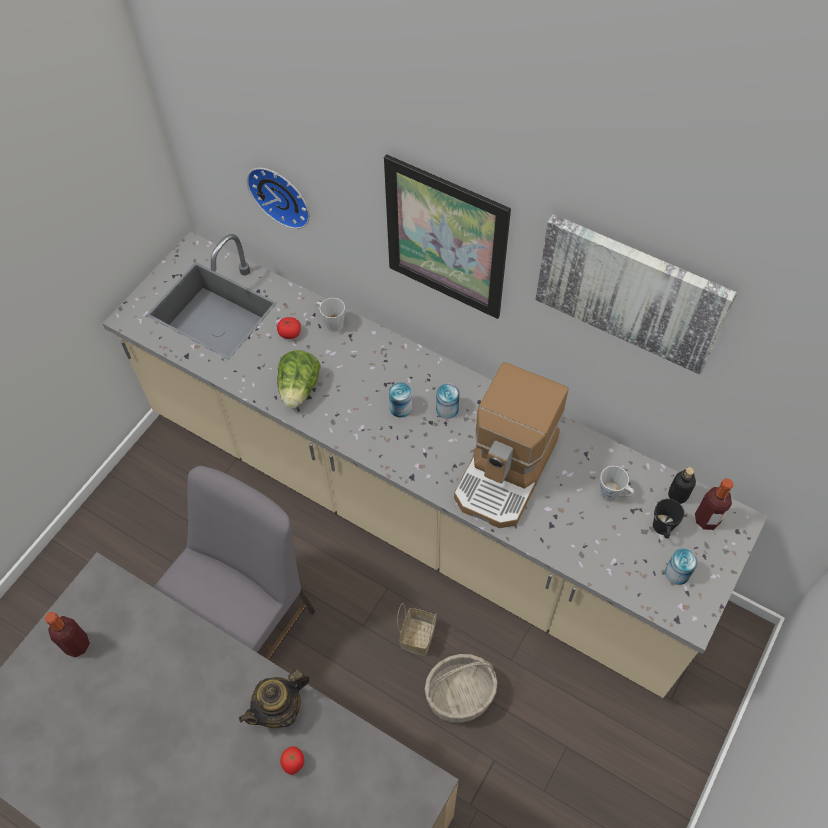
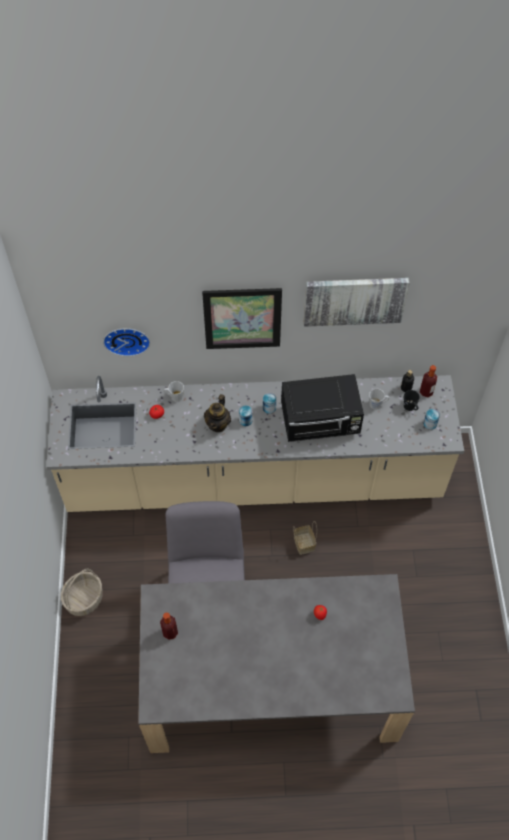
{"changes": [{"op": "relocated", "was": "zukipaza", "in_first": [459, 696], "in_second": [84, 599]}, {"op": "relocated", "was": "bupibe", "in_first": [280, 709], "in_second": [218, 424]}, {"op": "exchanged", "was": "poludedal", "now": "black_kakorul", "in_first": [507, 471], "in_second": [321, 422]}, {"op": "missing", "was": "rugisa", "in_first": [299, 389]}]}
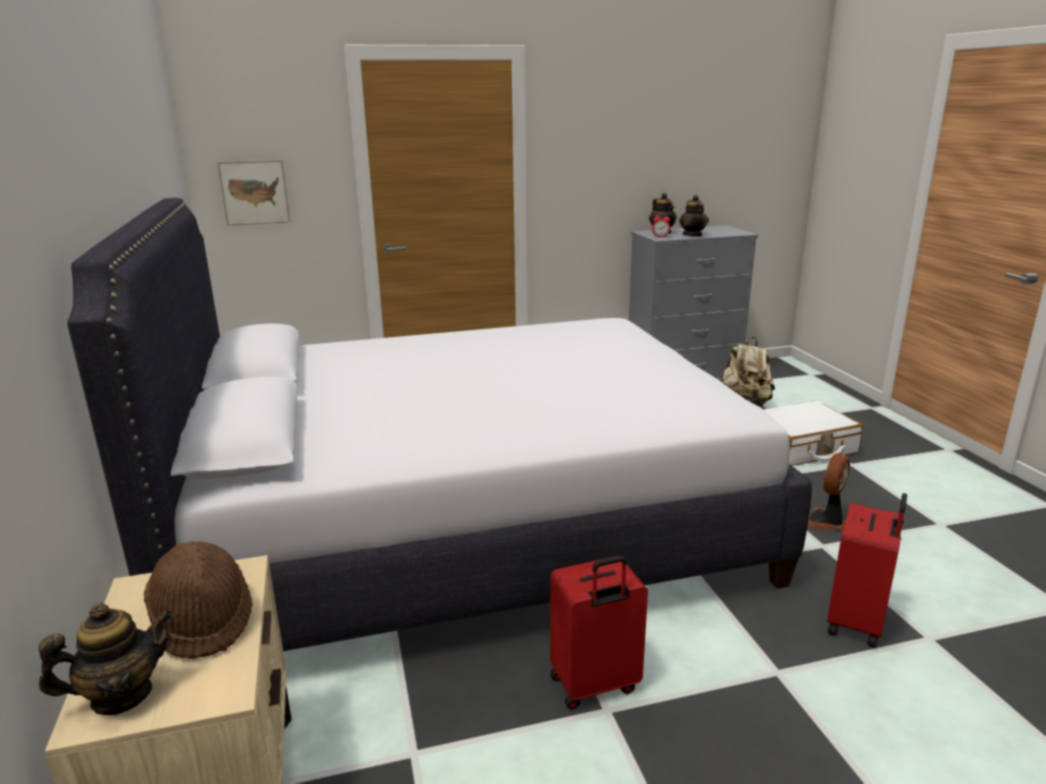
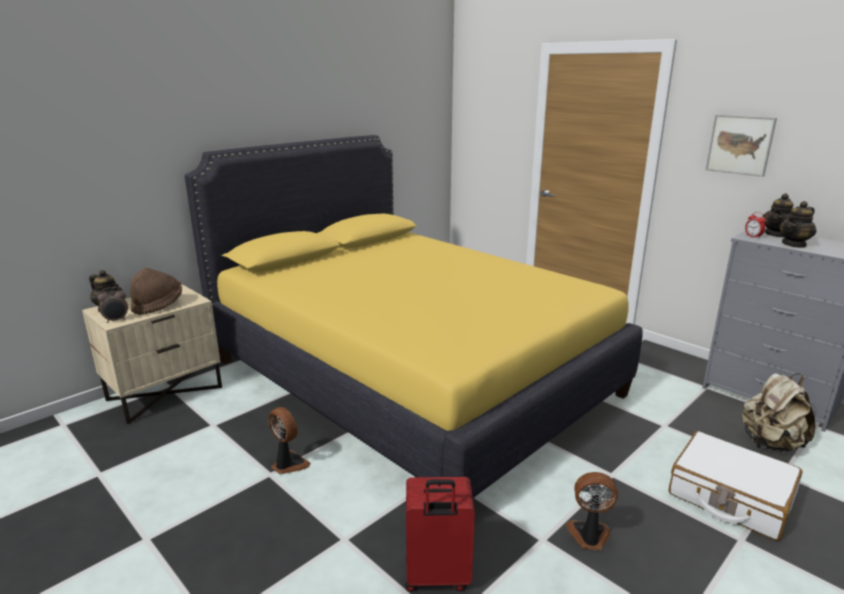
{"changes": [{"op": "appeared", "now": "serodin", "in_second": [116, 320]}, {"op": "colour", "was": "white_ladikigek", "now": "yellow_ladikigek", "in_first": [468, 526], "in_second": [410, 377]}, {"op": "exchanged", "was": "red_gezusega", "now": "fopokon", "in_first": [595, 685], "in_second": [288, 464]}, {"op": "relocated", "was": "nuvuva", "in_first": [254, 192], "in_second": [739, 145]}]}
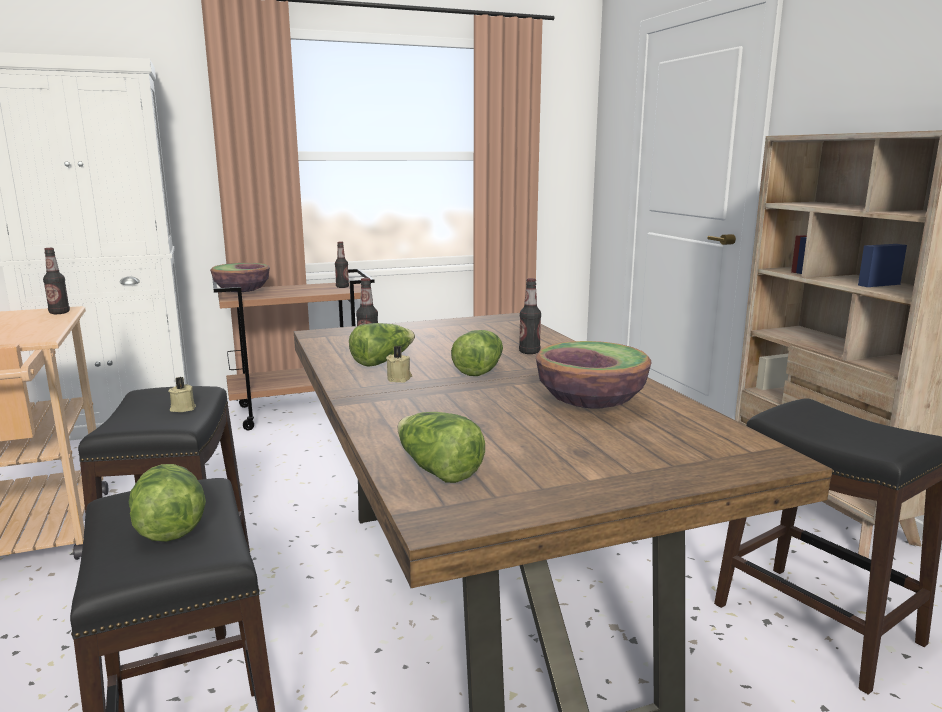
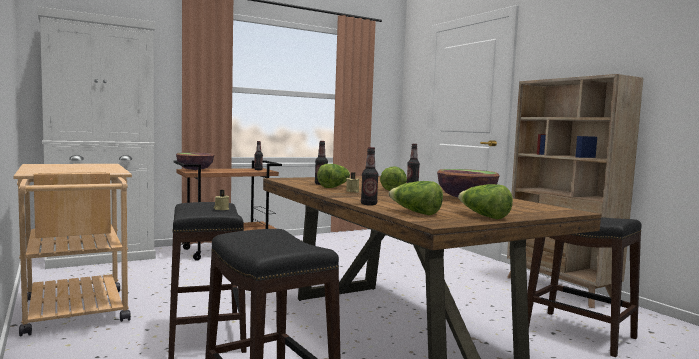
{"changes": [{"op": "relocated", "was": "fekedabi", "in_first": [59, 313], "in_second": [368, 204]}, {"op": "relocated", "was": "rugisa", "in_first": [168, 524], "in_second": [483, 216]}]}
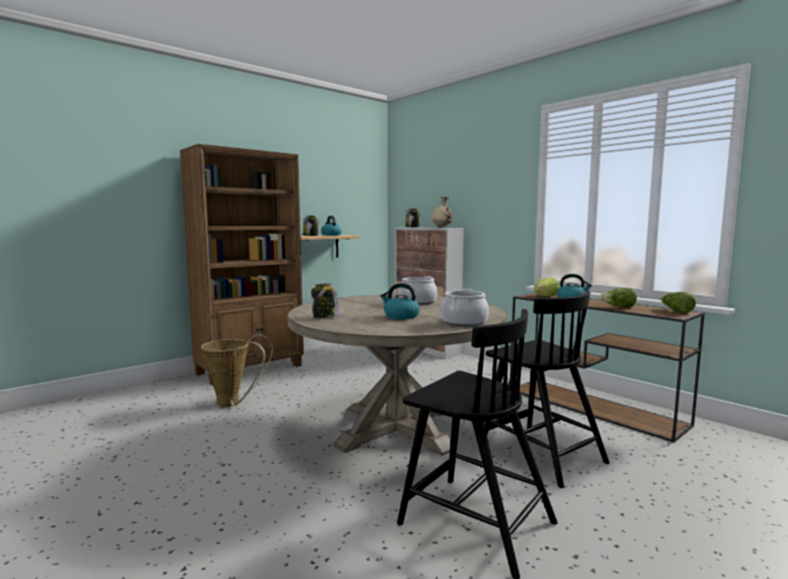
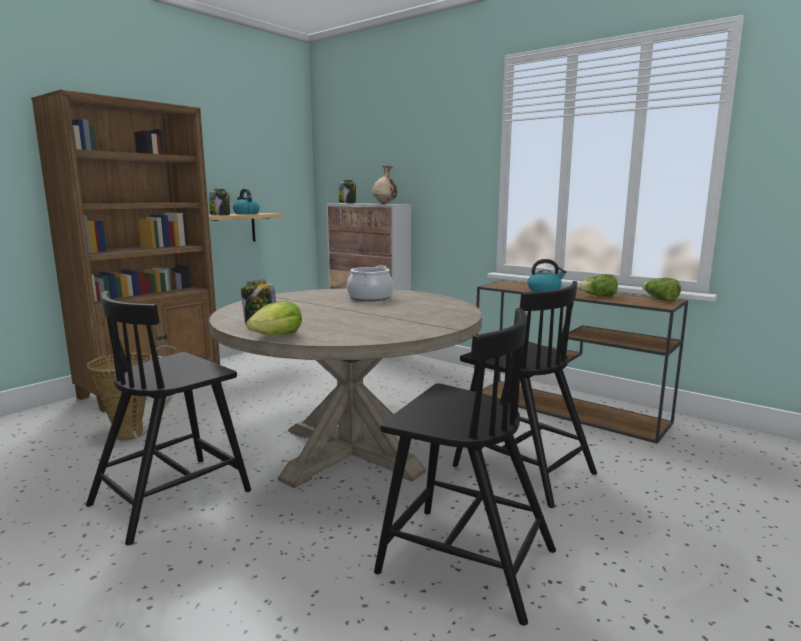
{"changes": [{"op": "appeared", "now": "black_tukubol", "in_second": [173, 496]}, {"op": "relocated", "was": "rugisa", "in_first": [545, 296], "in_second": [277, 336]}, {"op": "missing", "was": "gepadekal", "in_first": [400, 316]}, {"op": "missing", "was": "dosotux", "in_first": [464, 322]}]}
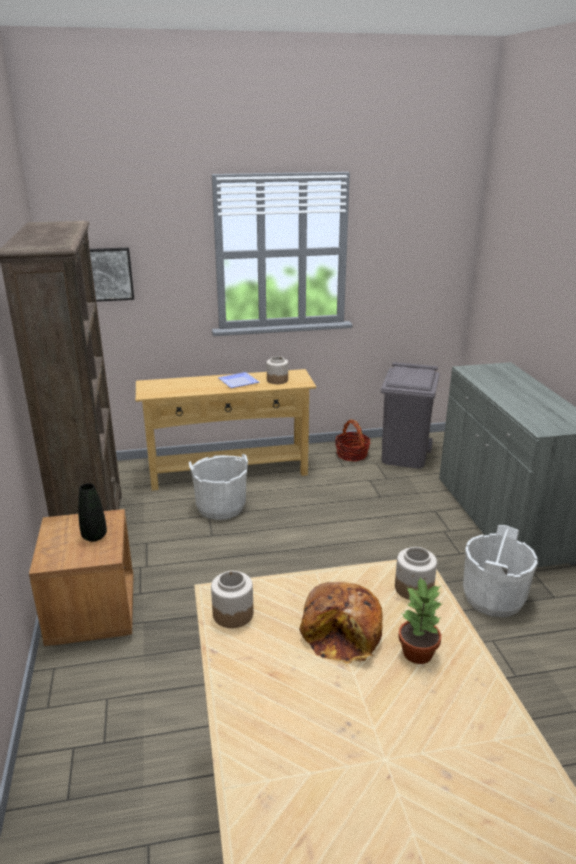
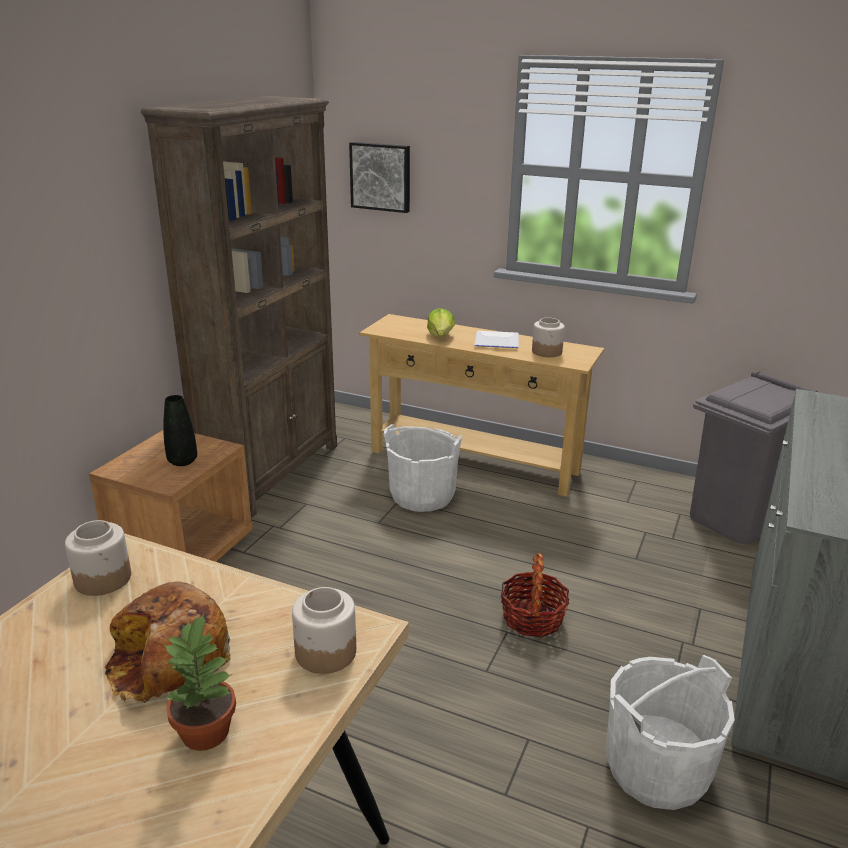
{"changes": [{"op": "appeared", "now": "rugisa", "in_second": [441, 336]}, {"op": "relocated", "was": "zukipaza", "in_first": [352, 454], "in_second": [532, 618]}]}
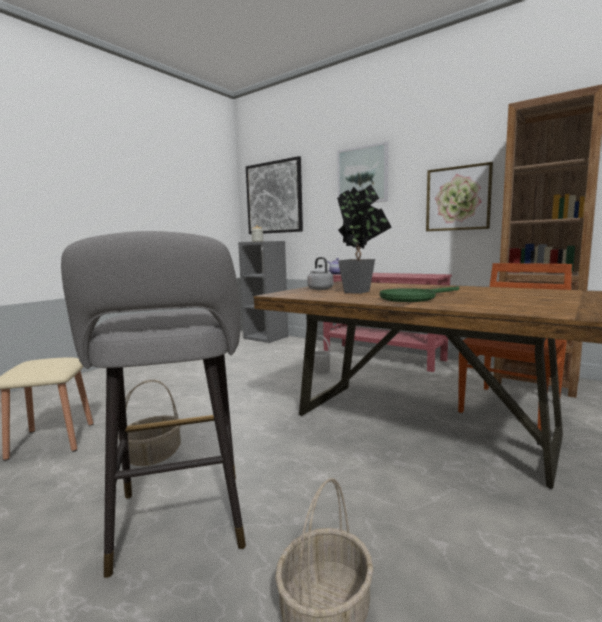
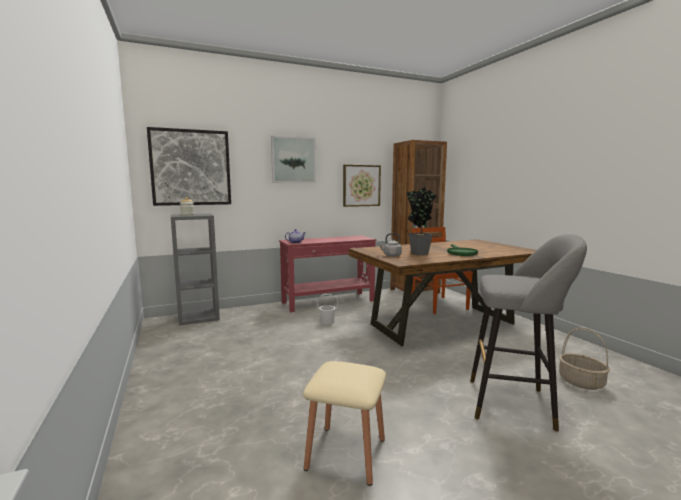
{"changes": [{"op": "missing", "was": "zukipaza", "in_first": [153, 455]}]}
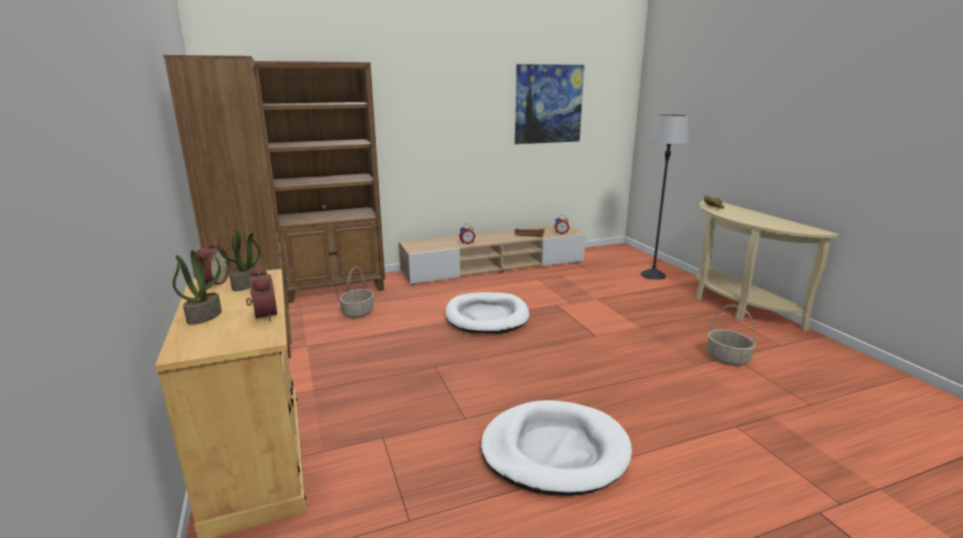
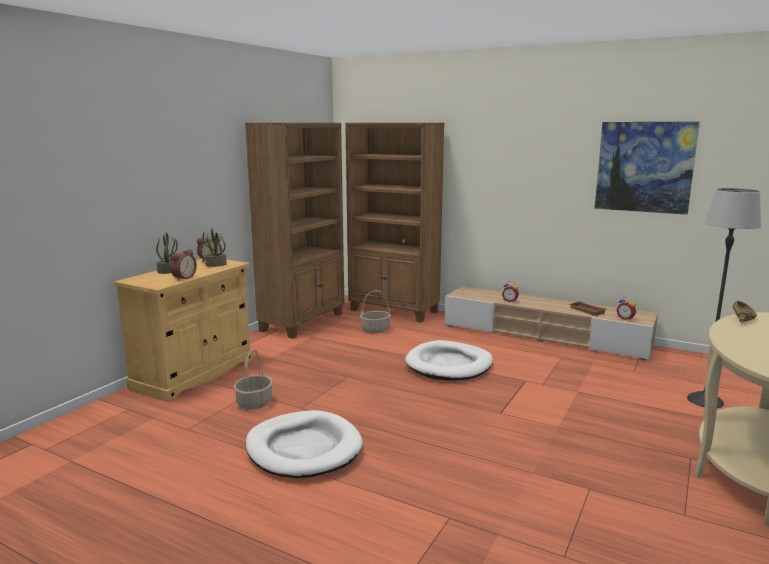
{"changes": [{"op": "relocated", "was": "zukipaza", "in_first": [728, 358], "in_second": [254, 403]}]}
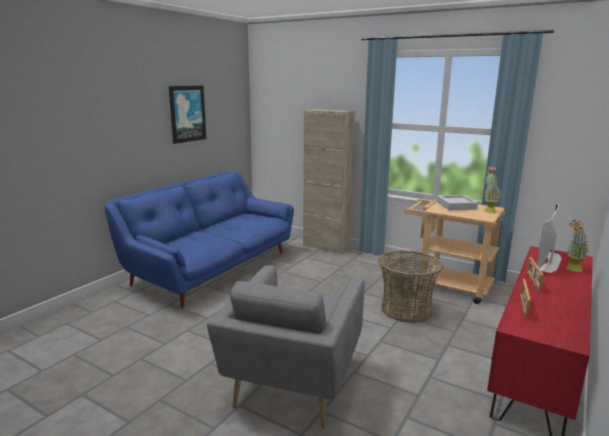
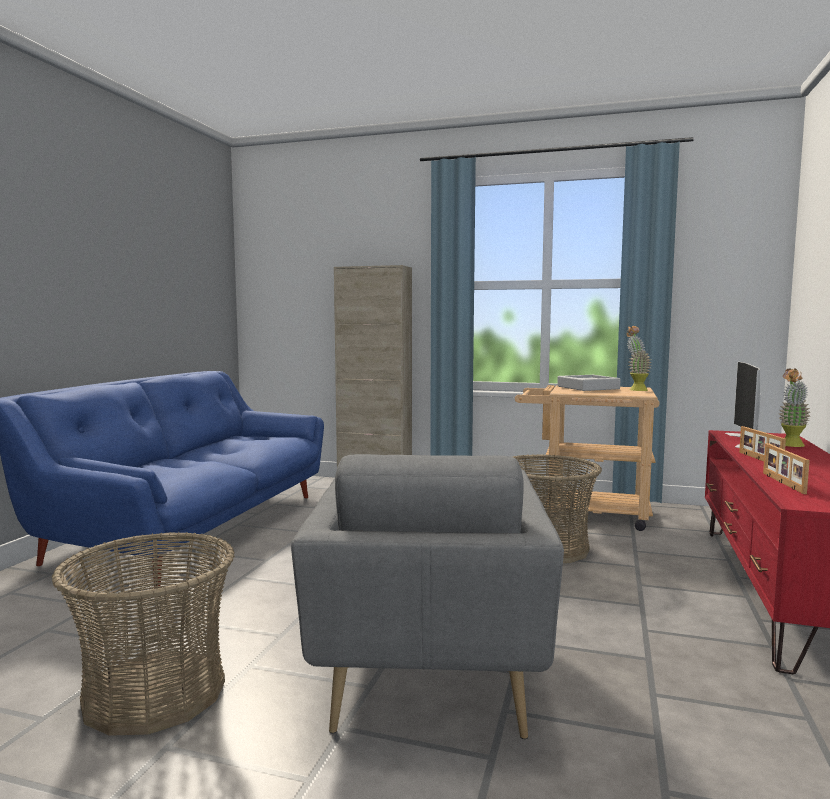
{"changes": [{"op": "appeared", "now": "zukipaza", "in_second": [155, 692]}, {"op": "missing", "was": "nuvuva", "in_first": [187, 114]}]}
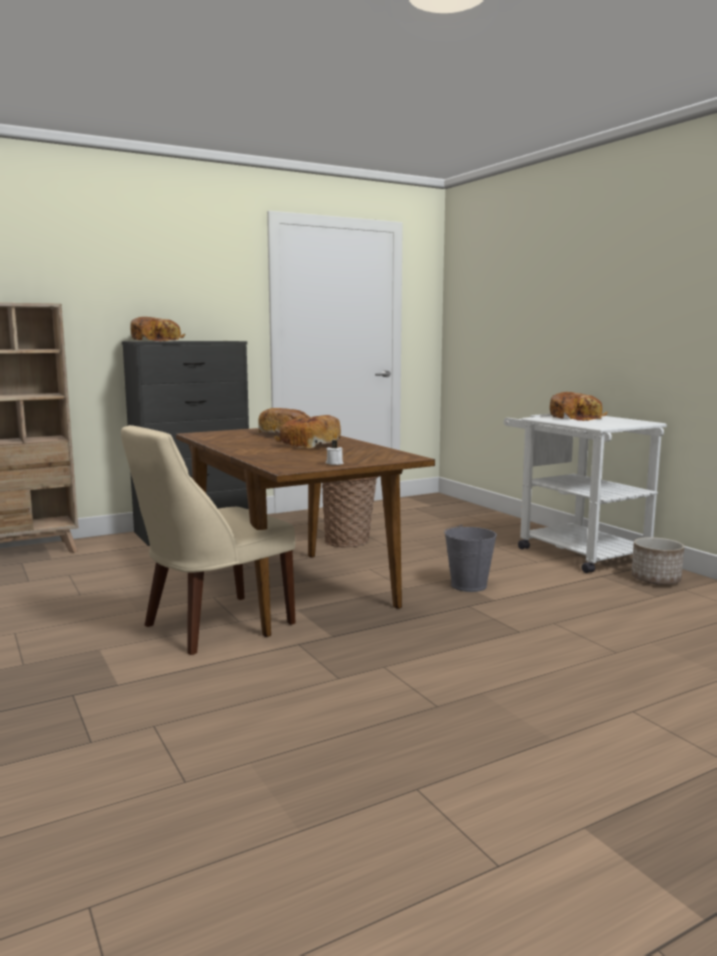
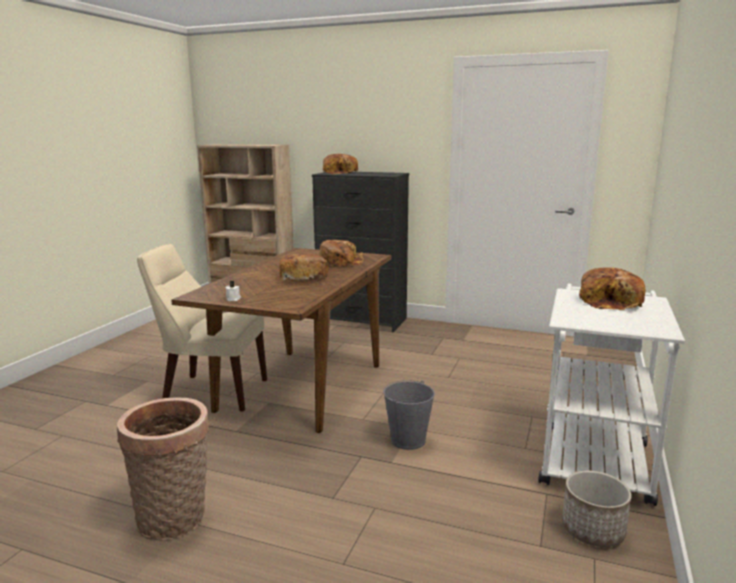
{"changes": [{"op": "relocated", "was": "zukipaza", "in_first": [349, 541], "in_second": [175, 520]}]}
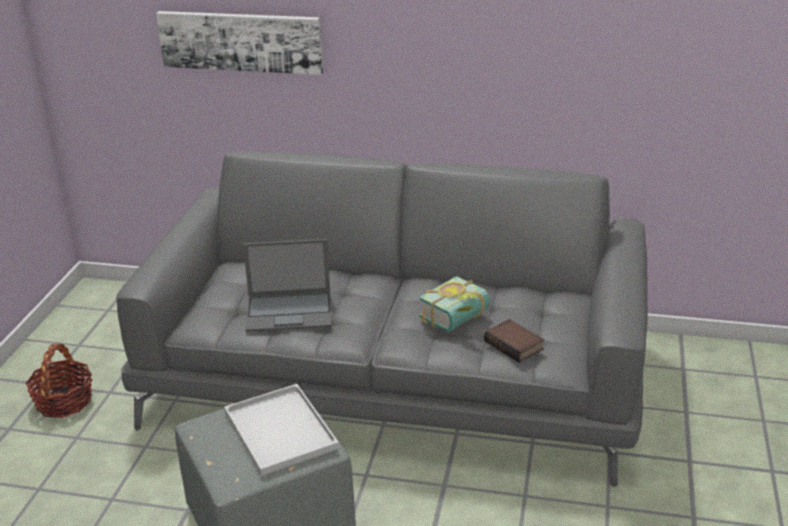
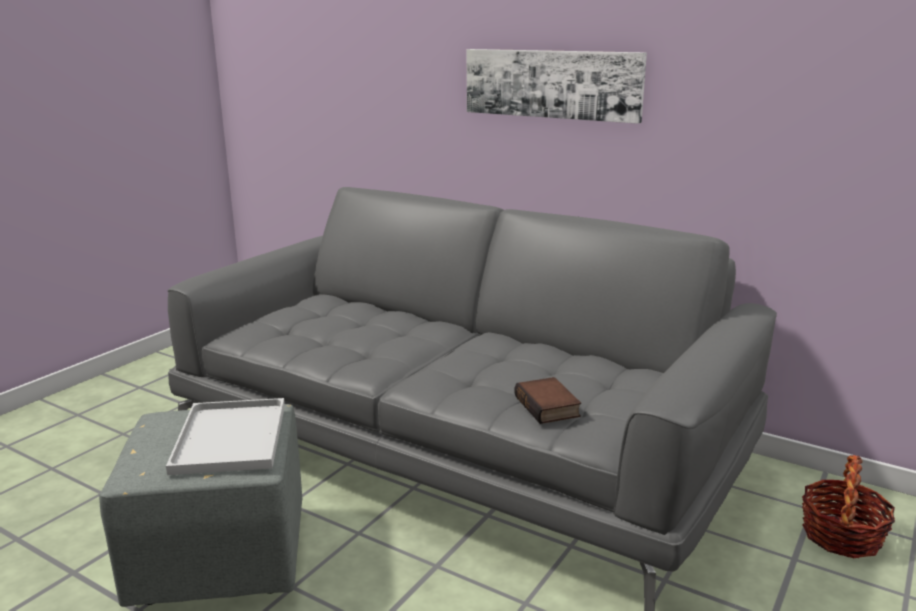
{"changes": [{"op": "relocated", "was": "nuvuva", "in_first": [241, 41], "in_second": [552, 84]}, {"op": "relocated", "was": "zukipaza", "in_first": [64, 401], "in_second": [841, 536]}, {"op": "missing", "was": "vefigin", "in_first": [290, 312]}, {"op": "missing", "was": "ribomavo", "in_first": [459, 320]}]}
